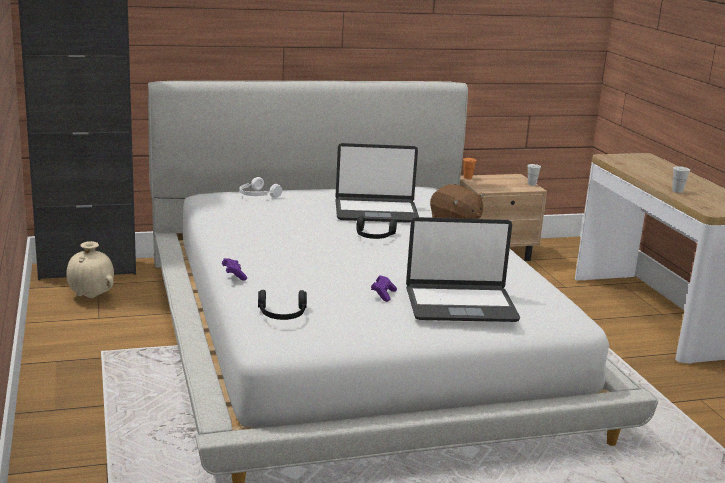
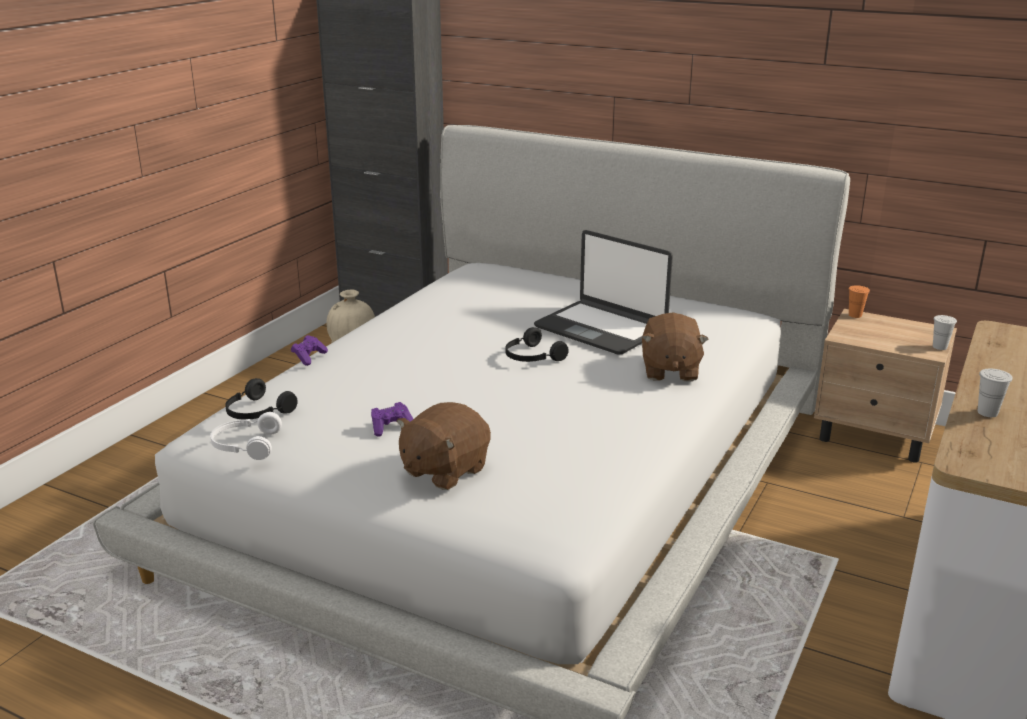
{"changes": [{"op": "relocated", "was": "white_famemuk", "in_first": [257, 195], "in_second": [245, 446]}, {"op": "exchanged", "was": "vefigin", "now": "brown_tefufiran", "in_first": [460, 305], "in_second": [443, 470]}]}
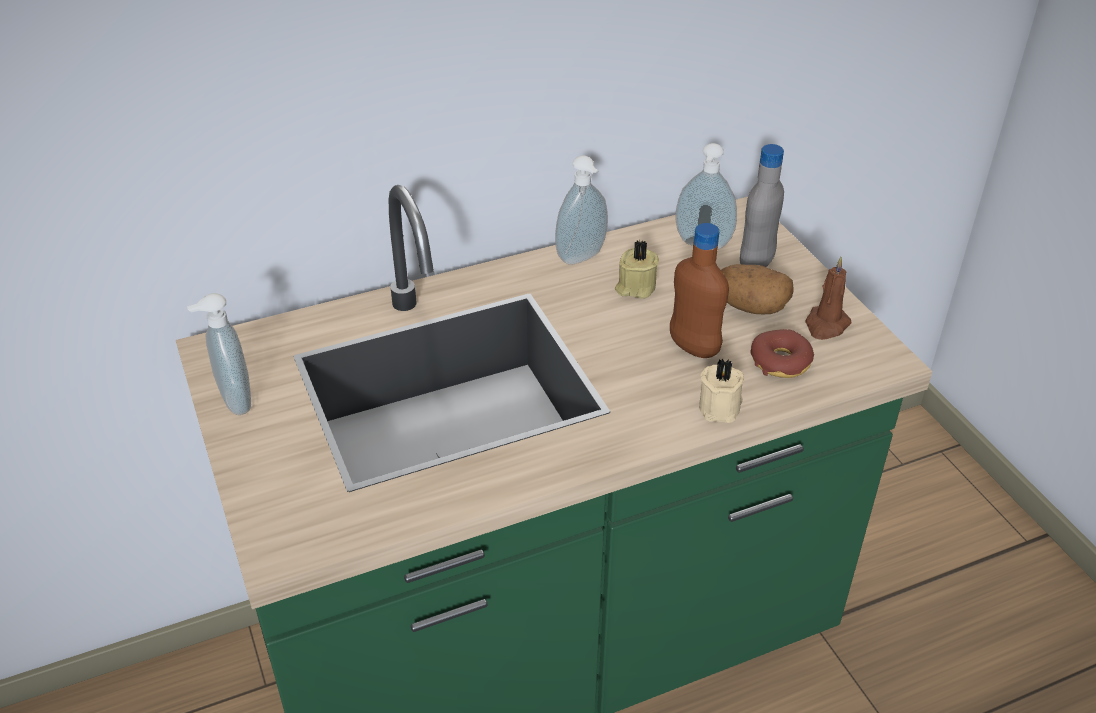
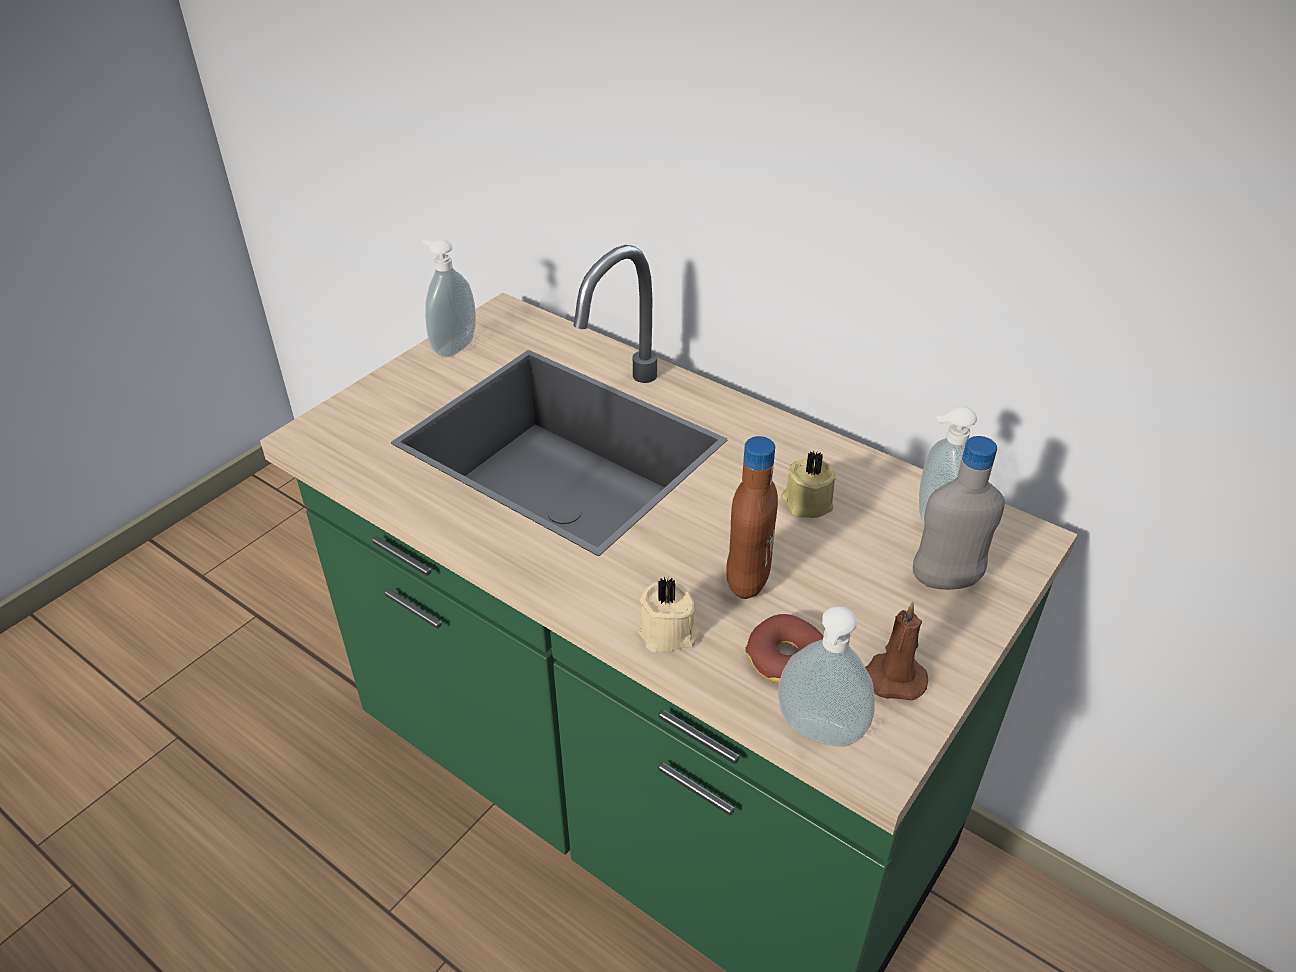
{"changes": [{"op": "relocated", "was": "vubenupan", "in_first": [582, 258], "in_second": [818, 735]}, {"op": "missing", "was": "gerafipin", "in_first": [750, 307]}]}
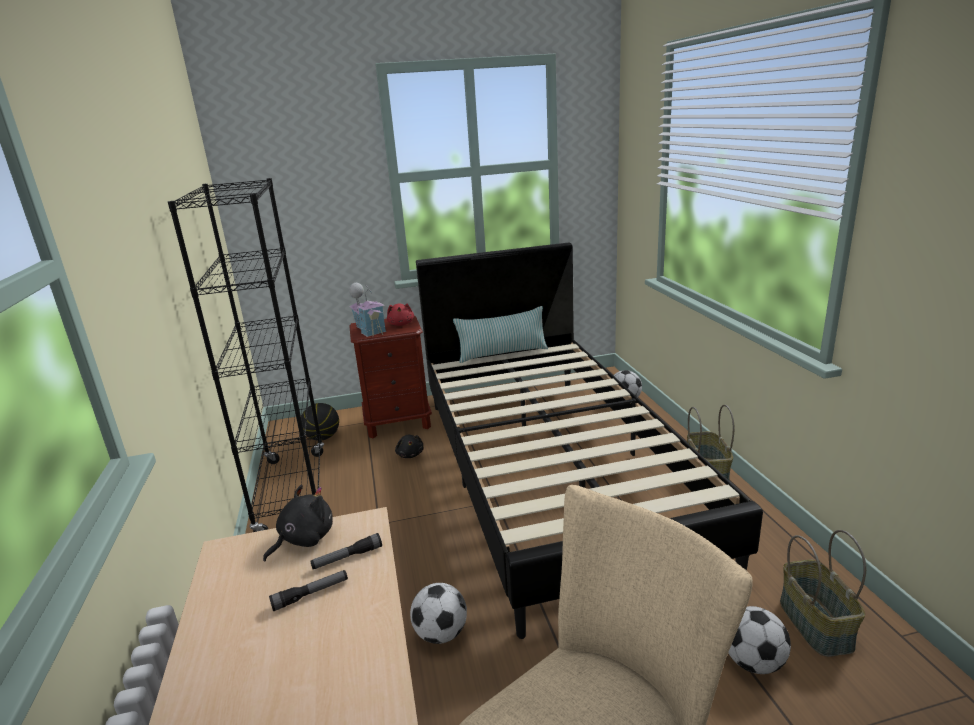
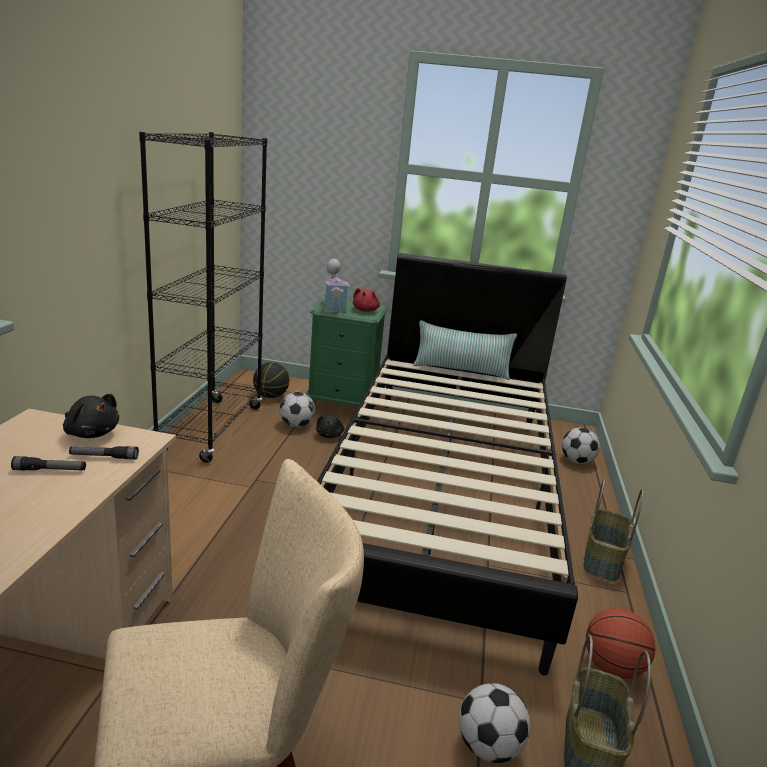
{"changes": [{"op": "spun", "was": "black_tefufiran", "in_first": [303, 539], "in_second": [91, 433], "clockwise": 60}, {"op": "relocated", "was": "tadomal", "in_first": [441, 633], "in_second": [296, 425]}, {"op": "colour", "was": "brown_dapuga", "now": "green_dapuga", "in_first": [398, 423], "in_second": [342, 406]}, {"op": "appeared", "now": "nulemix", "in_second": [612, 667]}]}
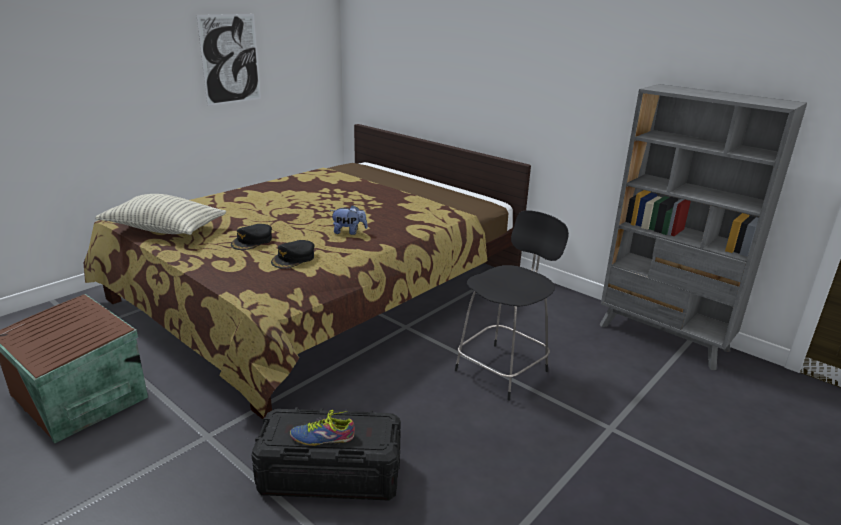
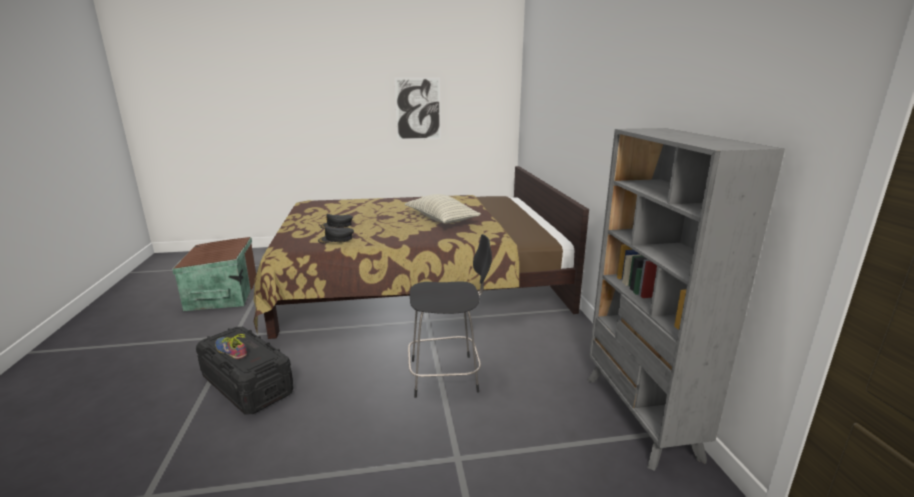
{"changes": [{"op": "relocated", "was": "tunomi", "in_first": [164, 230], "in_second": [441, 220]}, {"op": "missing", "was": "tefufiran", "in_first": [349, 232]}]}
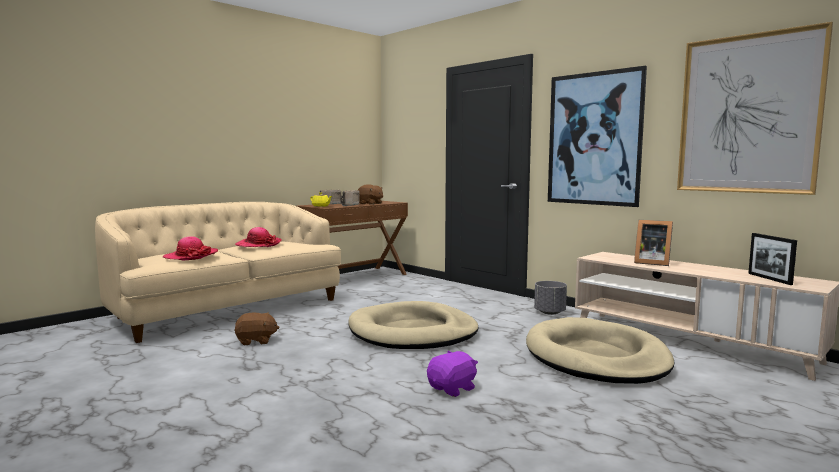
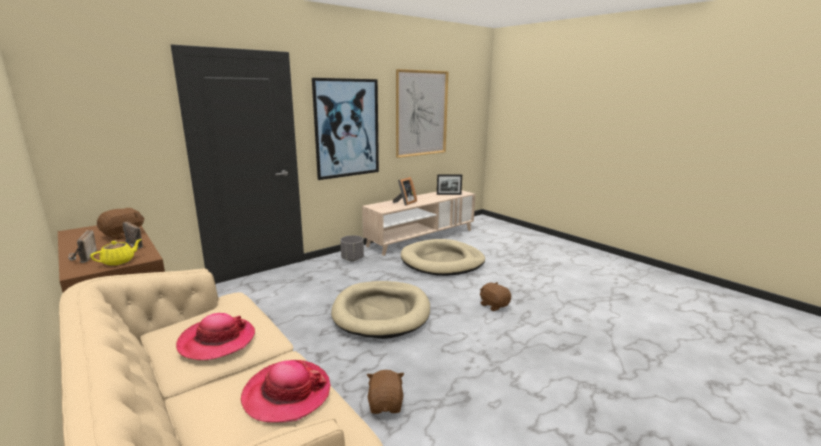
{"changes": [{"op": "colour", "was": "purple_tefufiran", "now": "brown_tefufiran", "in_first": [452, 389], "in_second": [494, 305]}]}
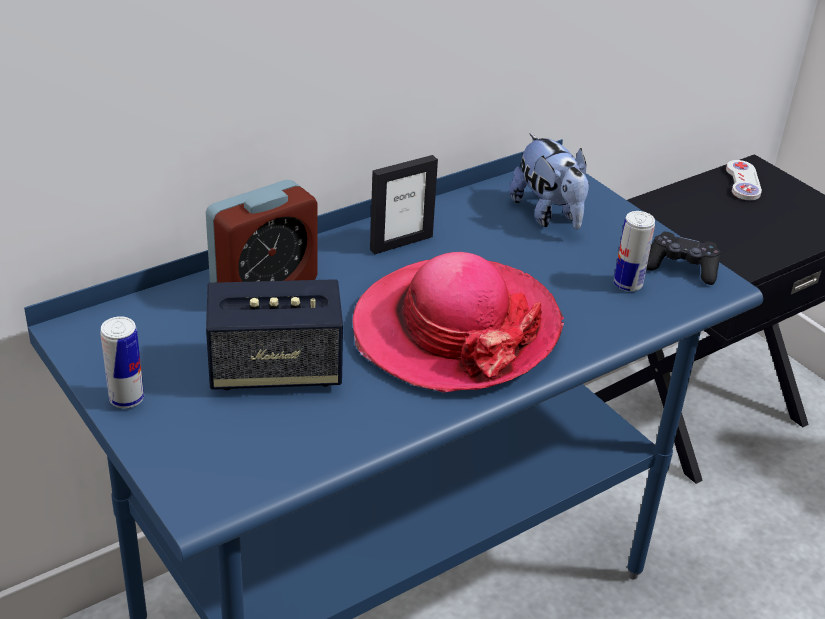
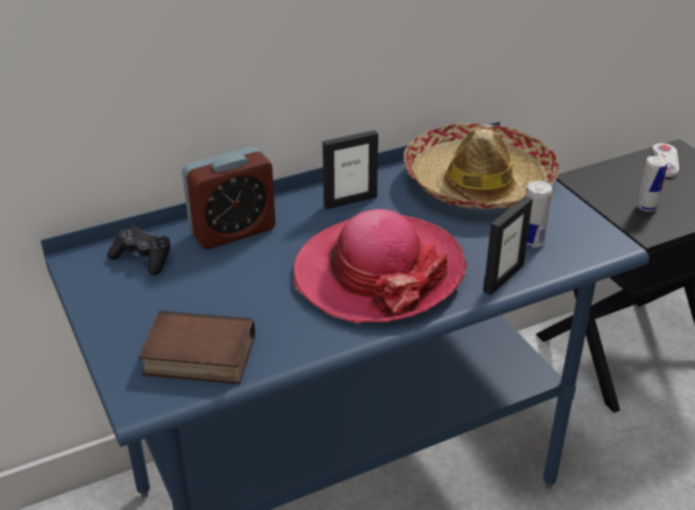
{"changes": [{"op": "relocated", "was": "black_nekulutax", "in_first": [681, 268], "in_second": [142, 258]}, {"op": "appeared", "now": "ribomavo", "in_second": [197, 357]}, {"op": "exchanged", "was": "tefufiran", "now": "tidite", "in_first": [549, 215], "in_second": [477, 182]}, {"op": "appeared", "now": "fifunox", "in_second": [503, 278]}, {"op": "relocated", "was": "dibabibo", "in_first": [126, 399], "in_second": [646, 207]}, {"op": "missing", "was": "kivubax", "in_first": [275, 370]}]}
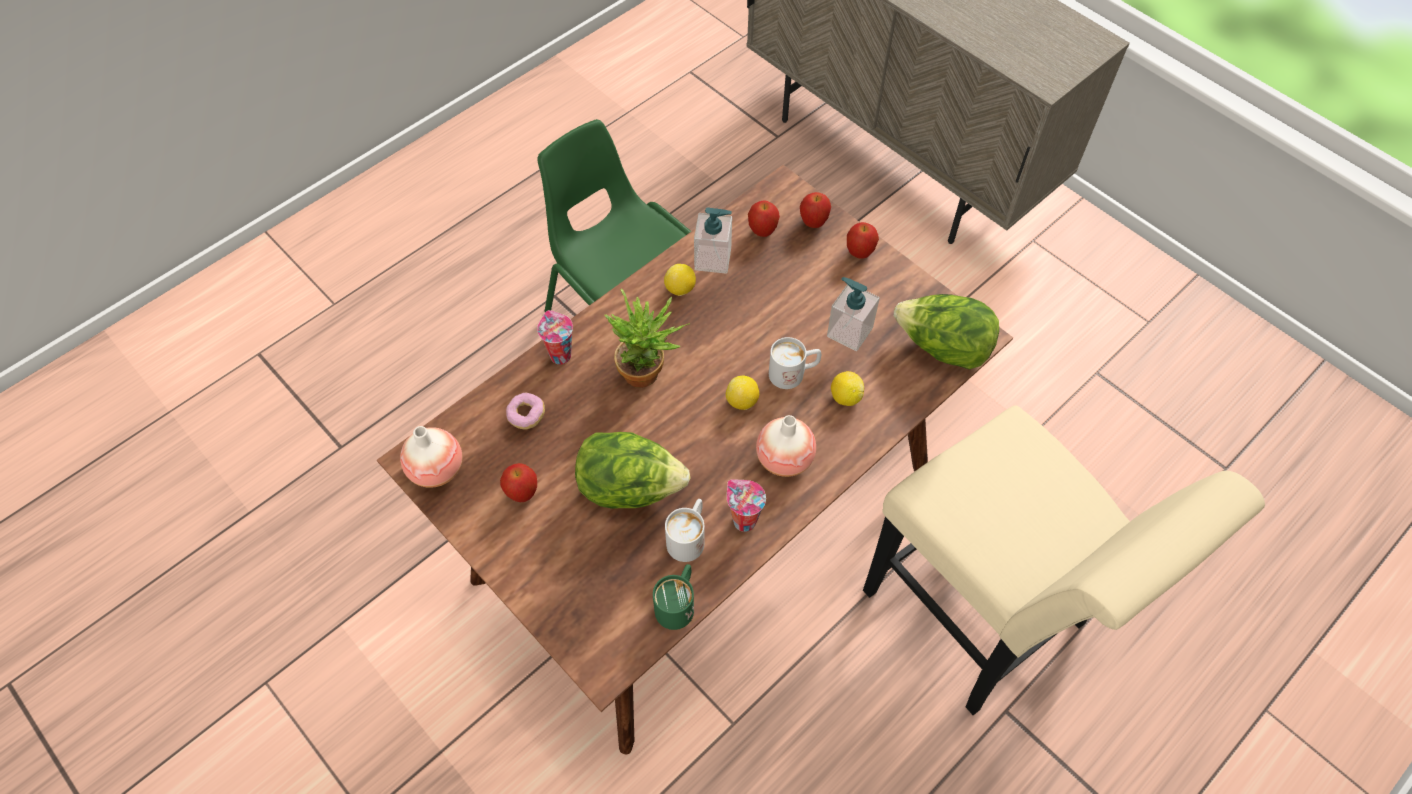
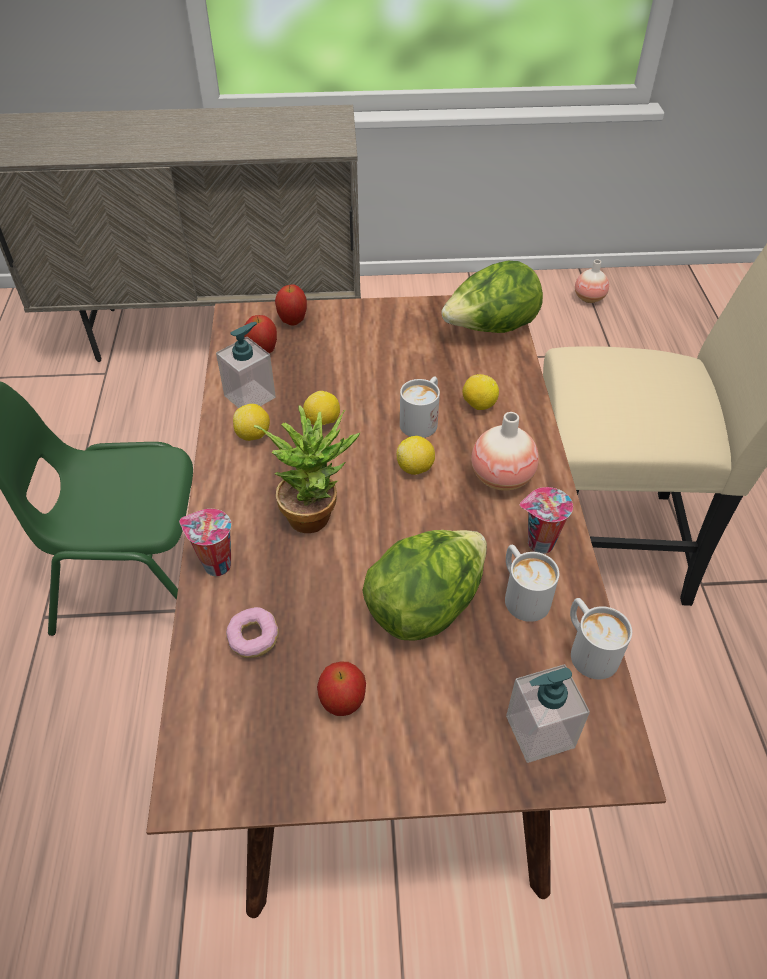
{"changes": [{"op": "appeared", "now": "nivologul", "in_second": [322, 422]}, {"op": "relocated", "was": "vubenupan", "in_first": [849, 332], "in_second": [539, 732]}, {"op": "colour", "was": "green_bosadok", "now": "white_bosadok", "in_first": [678, 602], "in_second": [587, 649]}, {"op": "relocated", "was": "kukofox", "in_first": [436, 469], "in_second": [589, 298]}, {"op": "missing", "was": "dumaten", "in_first": [859, 253]}]}
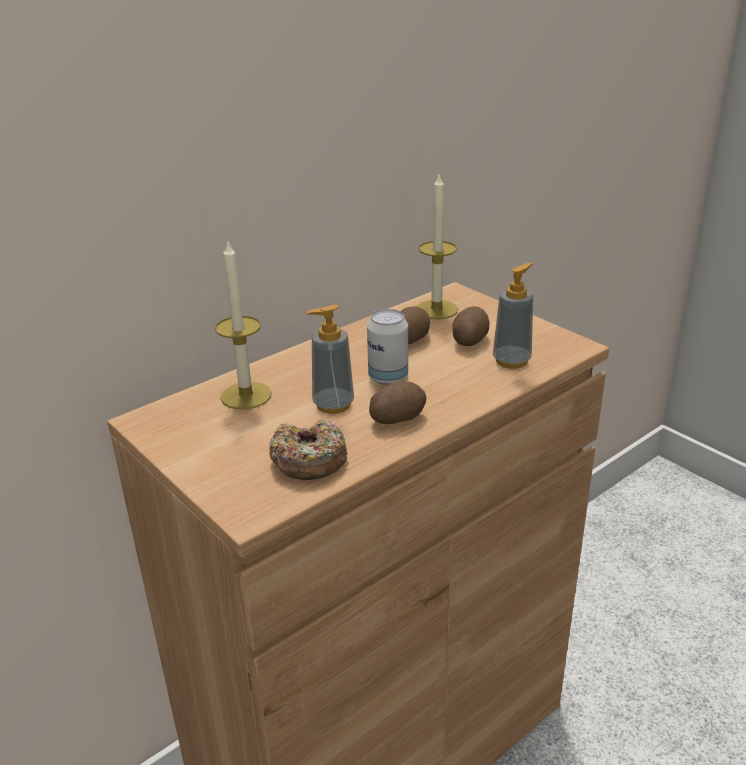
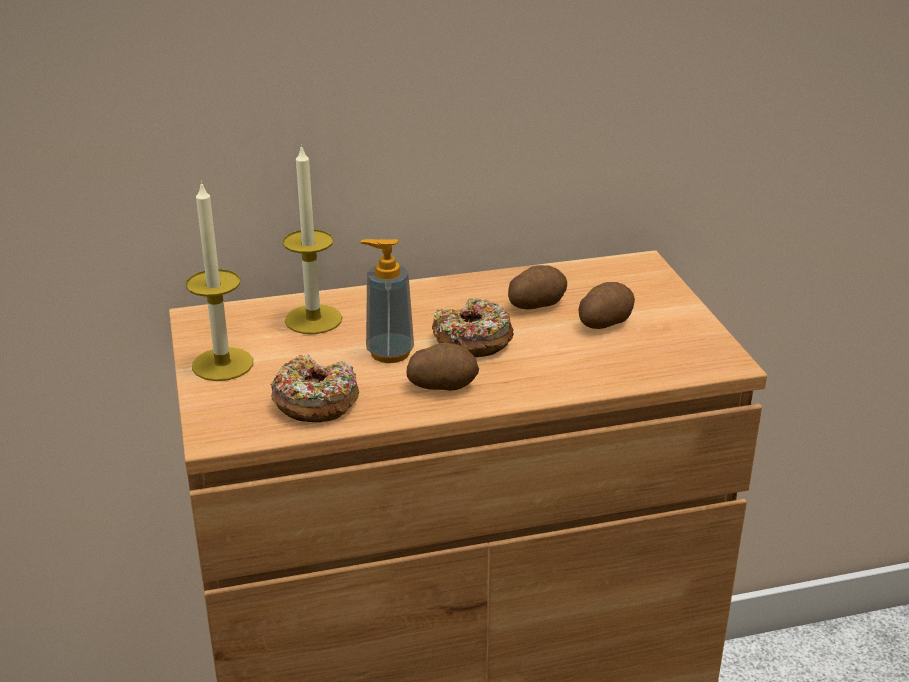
{"changes": [{"op": "relocated", "was": "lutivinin", "in_first": [436, 309], "in_second": [222, 364]}, {"op": "exchanged", "was": "dibabibo", "now": "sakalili", "in_first": [388, 378], "in_second": [473, 340]}, {"op": "missing", "was": "vubenupan", "in_first": [511, 360]}]}
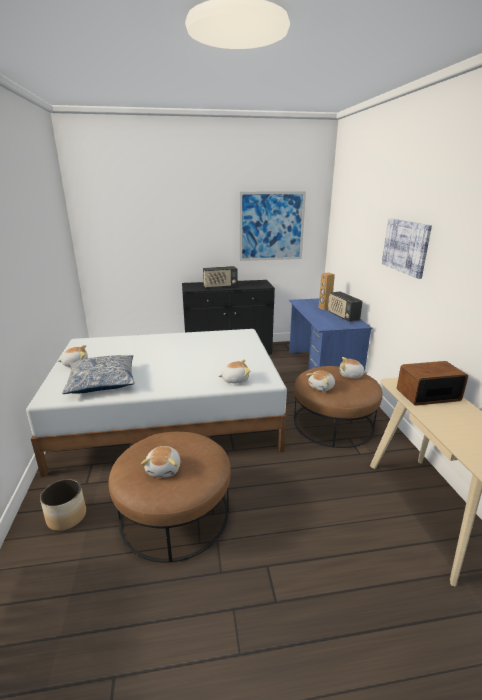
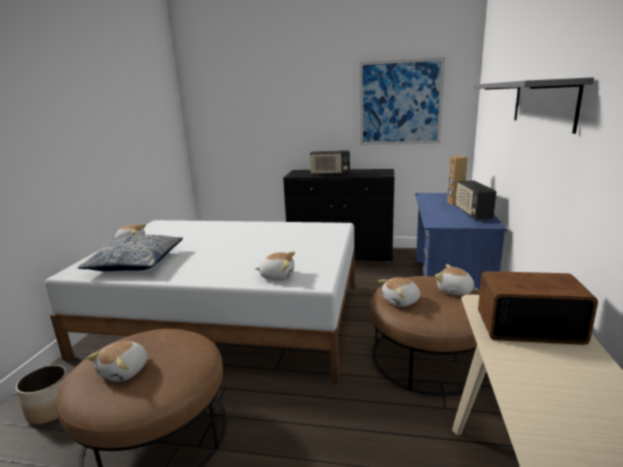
{"changes": [{"op": "exchanged", "was": "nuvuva", "now": "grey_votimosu", "in_first": [405, 246], "in_second": [542, 103]}]}
